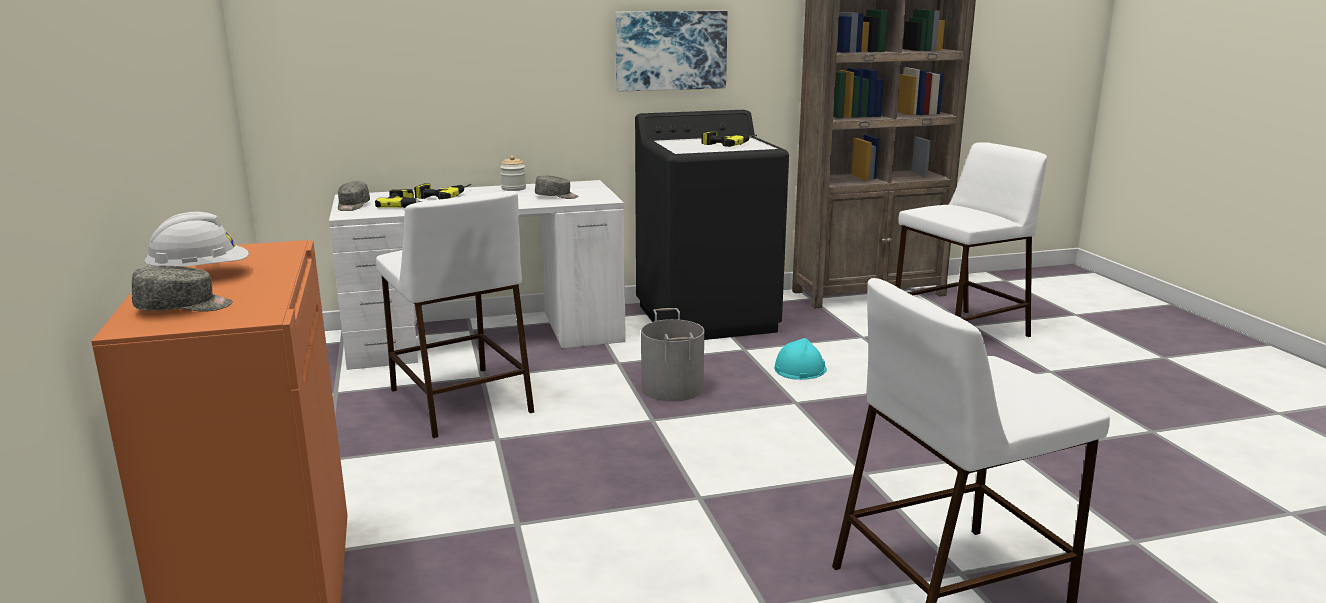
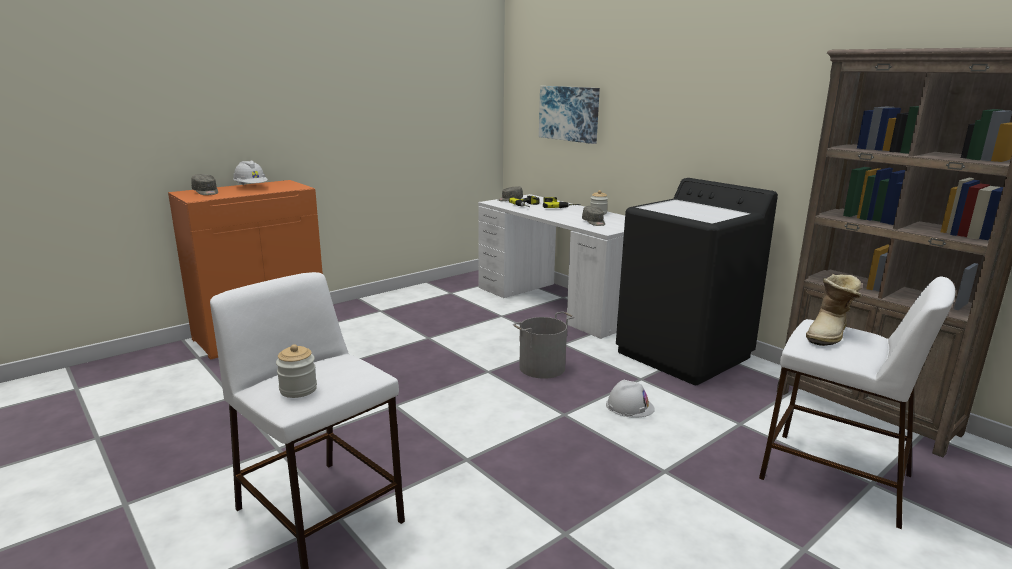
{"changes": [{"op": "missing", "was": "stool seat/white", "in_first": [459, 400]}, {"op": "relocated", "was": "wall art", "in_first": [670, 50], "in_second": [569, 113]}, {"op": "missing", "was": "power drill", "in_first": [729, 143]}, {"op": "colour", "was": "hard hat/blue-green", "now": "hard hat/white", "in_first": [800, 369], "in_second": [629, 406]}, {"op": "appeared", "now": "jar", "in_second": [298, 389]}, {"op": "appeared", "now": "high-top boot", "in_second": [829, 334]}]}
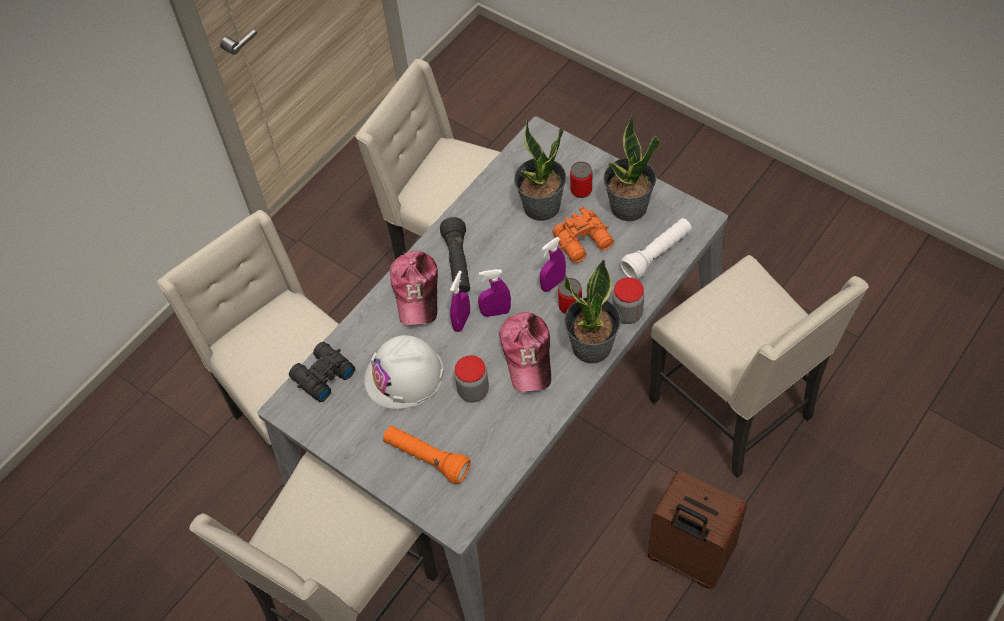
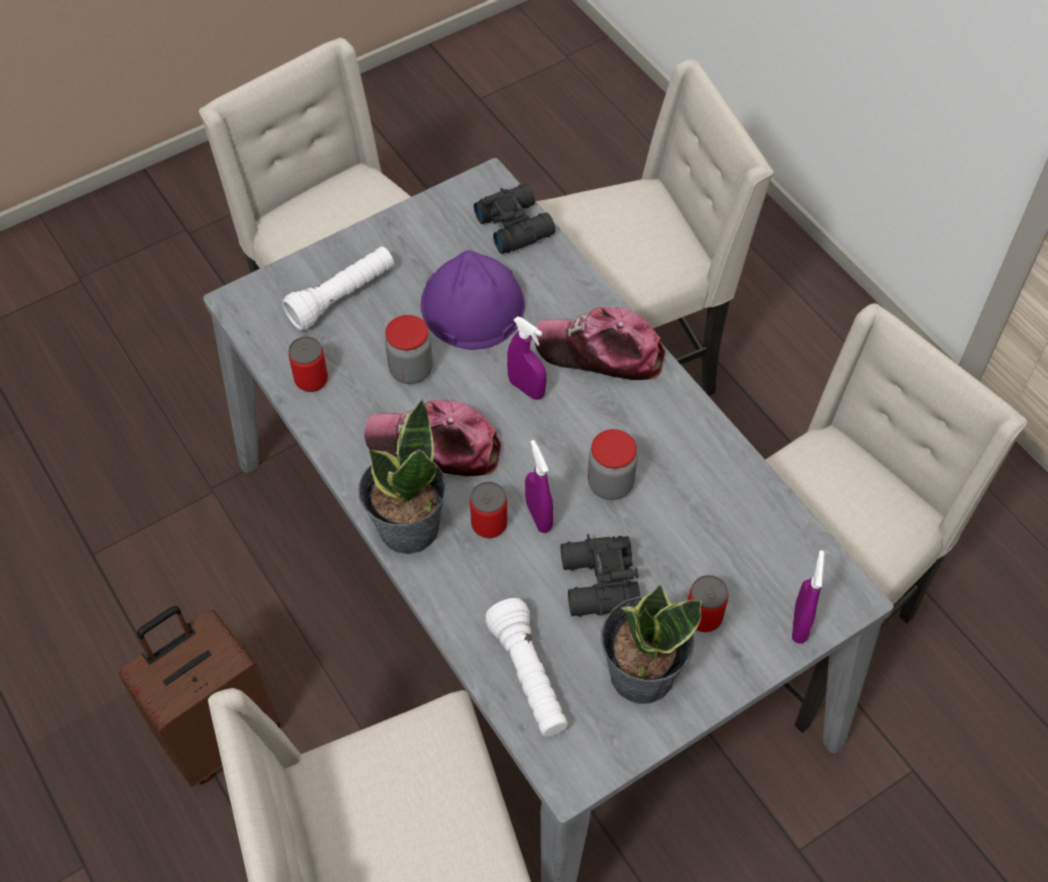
{"changes": [{"op": "colour", "was": "hard hat/white", "now": "hard hat/purple-coloured", "in_first": [405, 376], "in_second": [472, 305]}, {"op": "colour", "was": "flashlight/orangey", "now": "flashlight/white", "in_first": [426, 458], "in_second": [342, 297]}, {"op": "missing", "was": "flashlight/black-coloured", "in_first": [458, 263]}, {"op": "relocated", "was": "spray bottle/purple-coloured", "in_first": [495, 312], "in_second": [800, 624]}, {"op": "missing", "was": "potted plant", "in_first": [541, 207]}, {"op": "colour", "was": "field glasses/orangey", "now": "field glasses/black-coloured", "in_first": [584, 242], "in_second": [597, 584]}, {"op": "relocated", "was": "jar", "in_first": [627, 313], "in_second": [610, 484]}, {"op": "appeared", "now": "metal can", "in_second": [311, 380]}]}
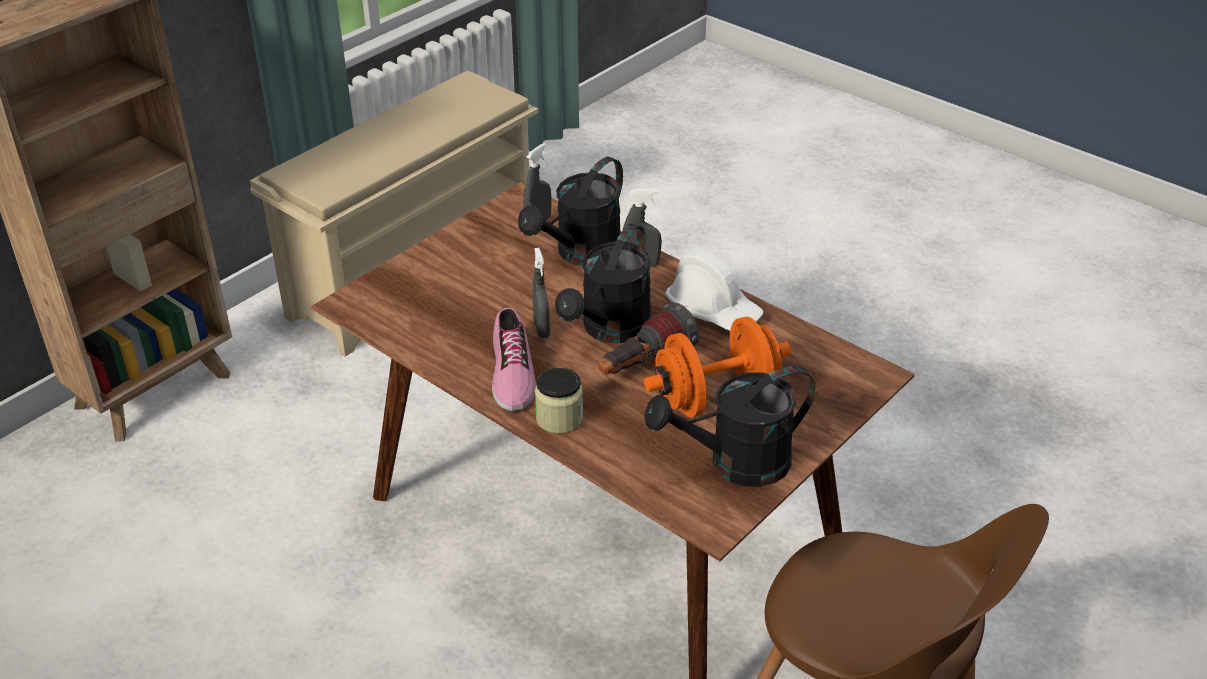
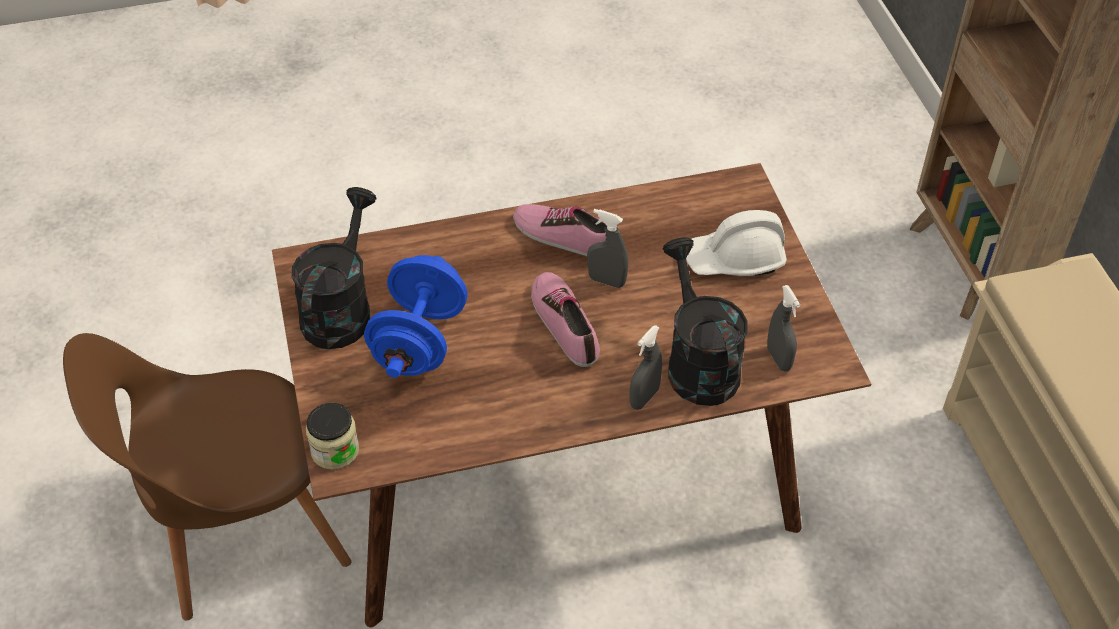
{"changes": [{"op": "relocated", "was": "jar", "in_first": [559, 418], "in_second": [335, 450]}, {"op": "exchanged", "was": "sprinkling can/black-coloured", "now": "shoe", "in_first": [610, 330], "in_second": [565, 323]}, {"op": "missing", "was": "flashlight", "in_first": [644, 365]}, {"op": "colour", "was": "free weight/orangey", "now": "free weight/blue-coloured", "in_first": [716, 398], "in_second": [419, 341]}, {"op": "relocated", "was": "hard hat/white", "in_first": [713, 310], "in_second": [735, 259]}]}
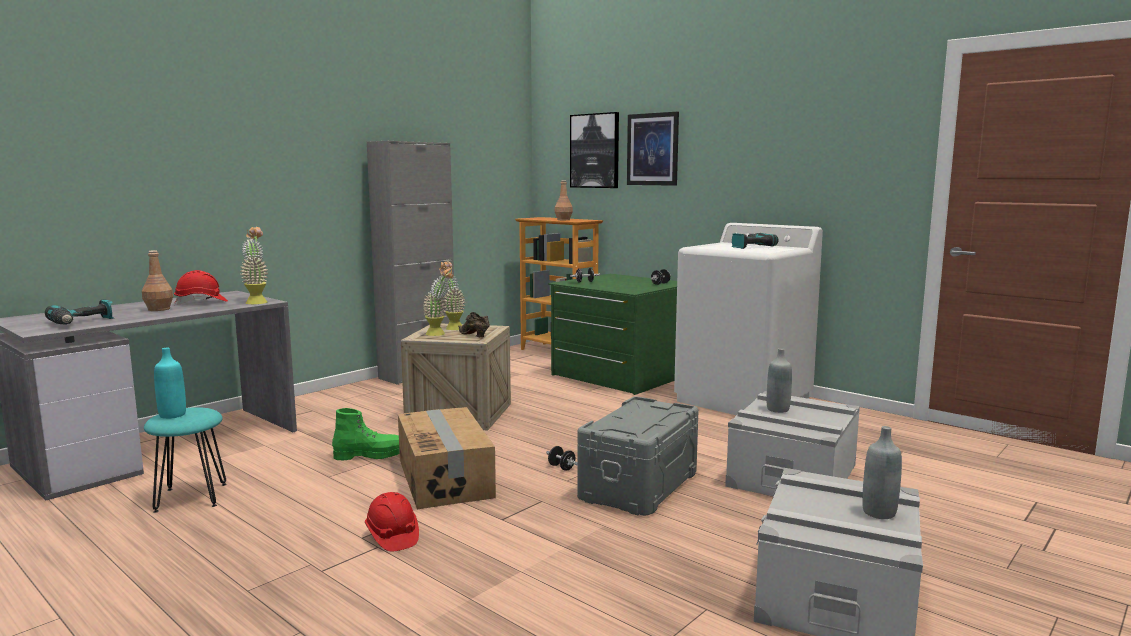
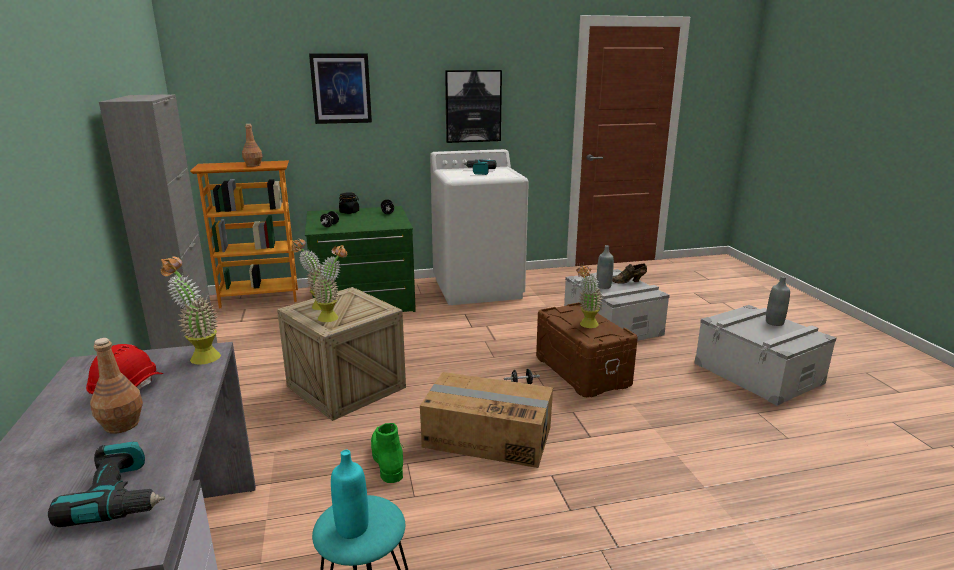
{"changes": [{"op": "spun", "was": "high-top boot/green", "in_first": [369, 455], "in_second": [387, 460], "clockwise": -45}, {"op": "missing", "was": "hard hat/red-coloured", "in_first": [392, 536]}, {"op": "relocated", "was": "shoe/brownish", "in_first": [474, 335], "in_second": [629, 281]}, {"op": "relocated", "was": "wall art", "in_first": [595, 151], "in_second": [473, 106]}, {"op": "colour", "was": "storage box/gray", "now": "storage box/brownish", "in_first": [640, 486], "in_second": [583, 370]}, {"op": "appeared", "now": "jar/black-coloured", "in_second": [349, 212]}, {"op": "appeared", "now": "potted plant", "in_second": [586, 326]}]}
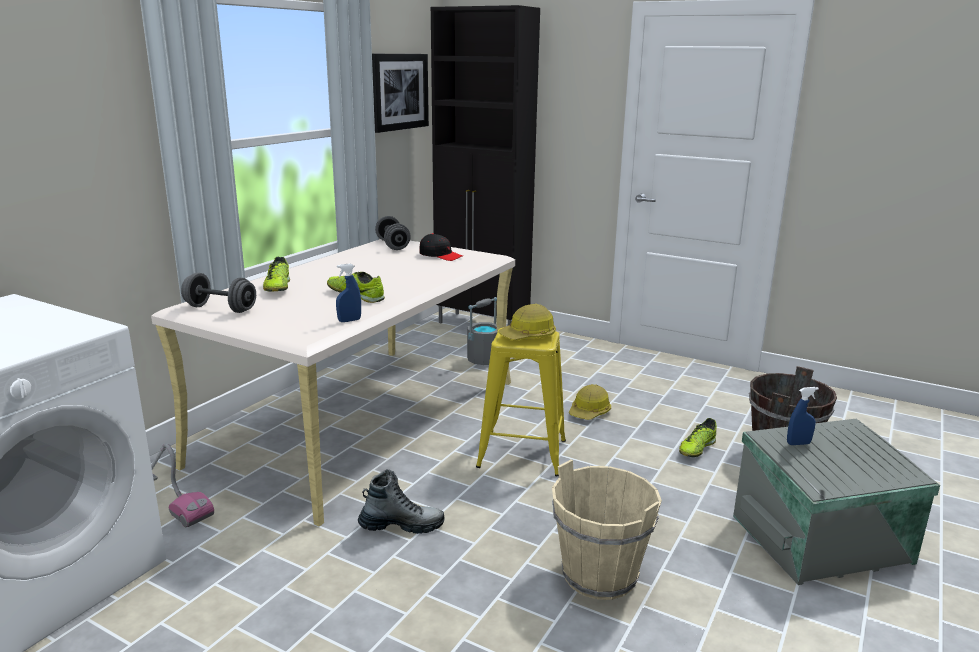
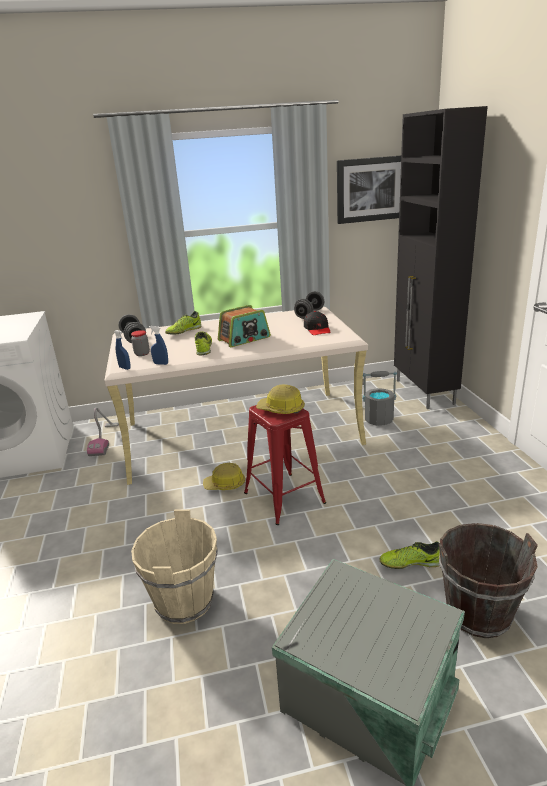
{"changes": [{"op": "missing", "was": "high-top boot", "in_first": [401, 525]}, {"op": "colour", "was": "stool seat/yellowish", "now": "stool seat/red-coloured", "in_first": [522, 453], "in_second": [284, 498]}, {"op": "relocated", "was": "hard hat", "in_first": [589, 412], "in_second": [225, 485]}, {"op": "relocated", "was": "spray bottle/blue-coloured", "in_first": [798, 443], "in_second": [125, 368]}, {"op": "appeared", "now": "jar", "in_second": [142, 354]}, {"op": "appeared", "now": "radio", "in_second": [244, 339]}]}
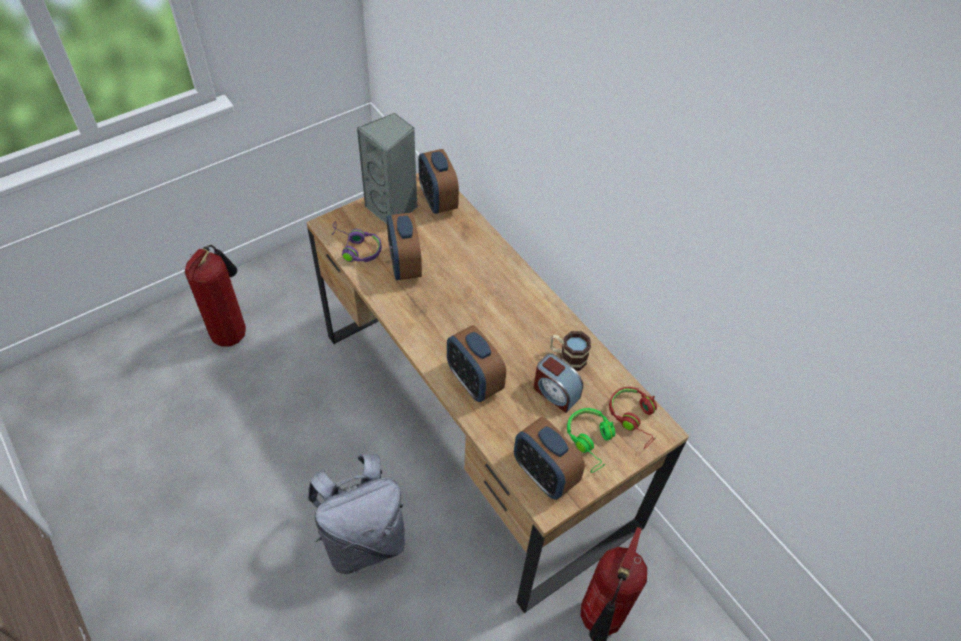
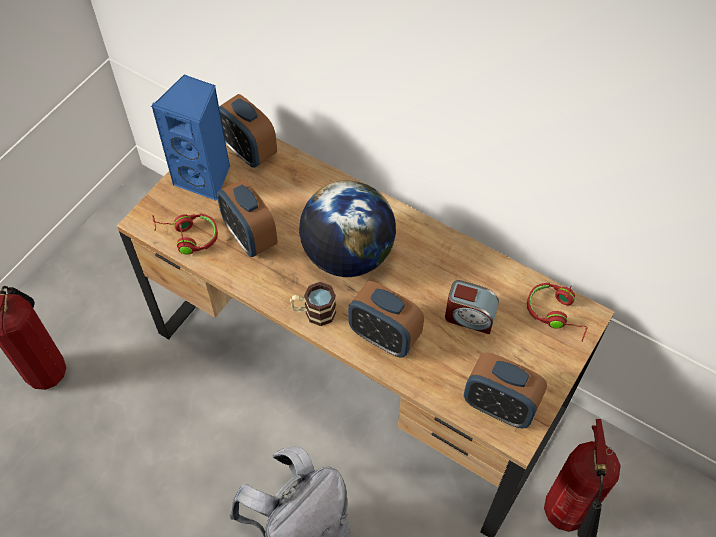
{"changes": [{"op": "colour", "was": "headset/purple-coloured", "now": "headset/red-coloured", "in_first": [356, 248], "in_second": [187, 236]}, {"op": "colour", "was": "audio speaker/gray", "now": "audio speaker/blue-coloured", "in_first": [393, 209], "in_second": [205, 177]}, {"op": "relocated", "was": "tea mug", "in_first": [567, 357], "in_second": [314, 312]}, {"op": "missing", "was": "headset/green", "in_first": [591, 441]}, {"op": "appeared", "now": "world globe", "in_second": [347, 255]}]}
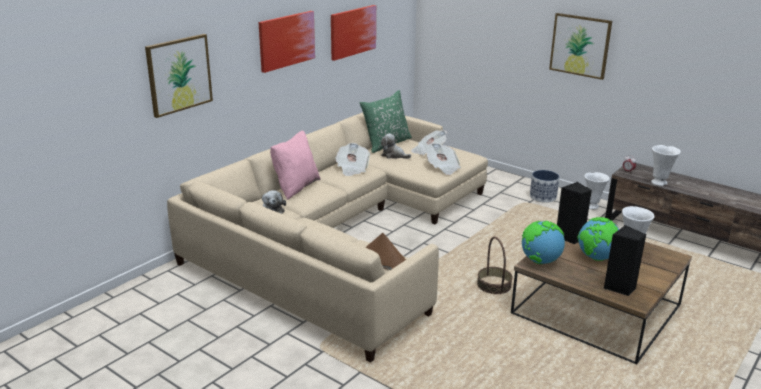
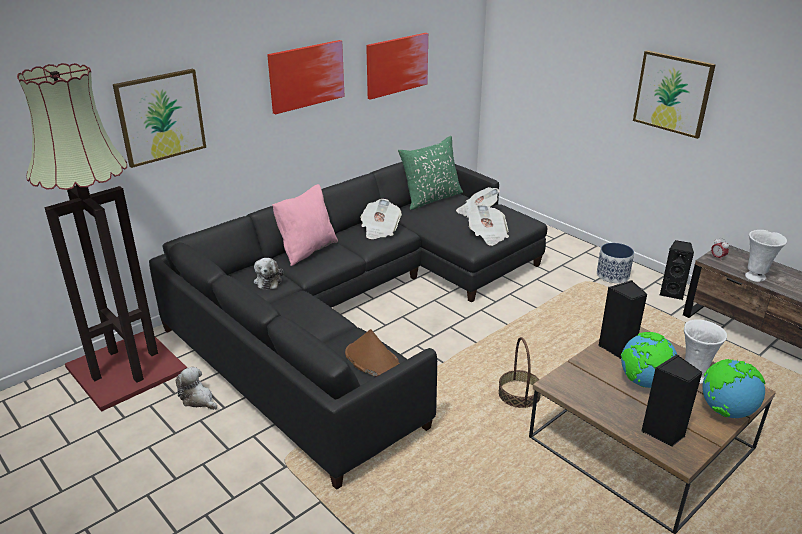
{"changes": [{"op": "colour", "was": "couch/sand-coloured", "now": "couch/black-coloured", "in_first": [343, 235], "in_second": [359, 308]}, {"op": "relocated", "was": "soft toy", "in_first": [394, 155], "in_second": [198, 399]}, {"op": "relocated", "was": "world globe", "in_first": [540, 261], "in_second": [725, 411]}, {"op": "exchanged", "was": "decorative vase/white", "now": "audio speaker/black-coloured", "in_first": [592, 206], "in_second": [672, 293]}, {"op": "appeared", "now": "standing lamp", "in_second": [127, 368]}]}
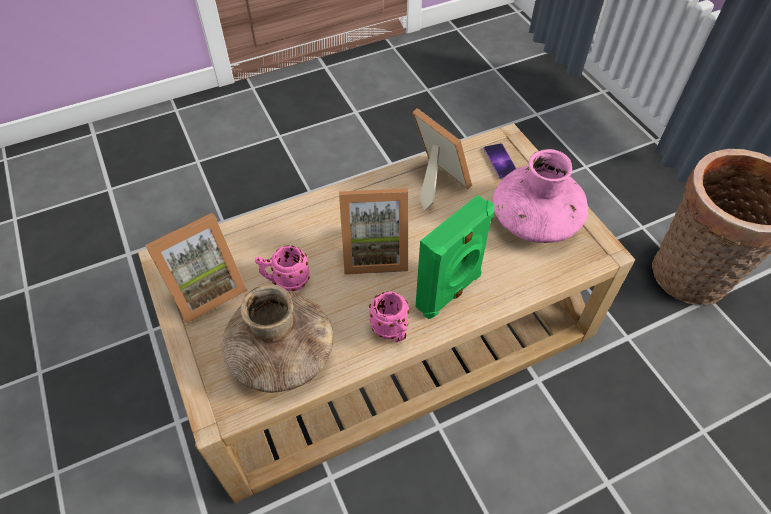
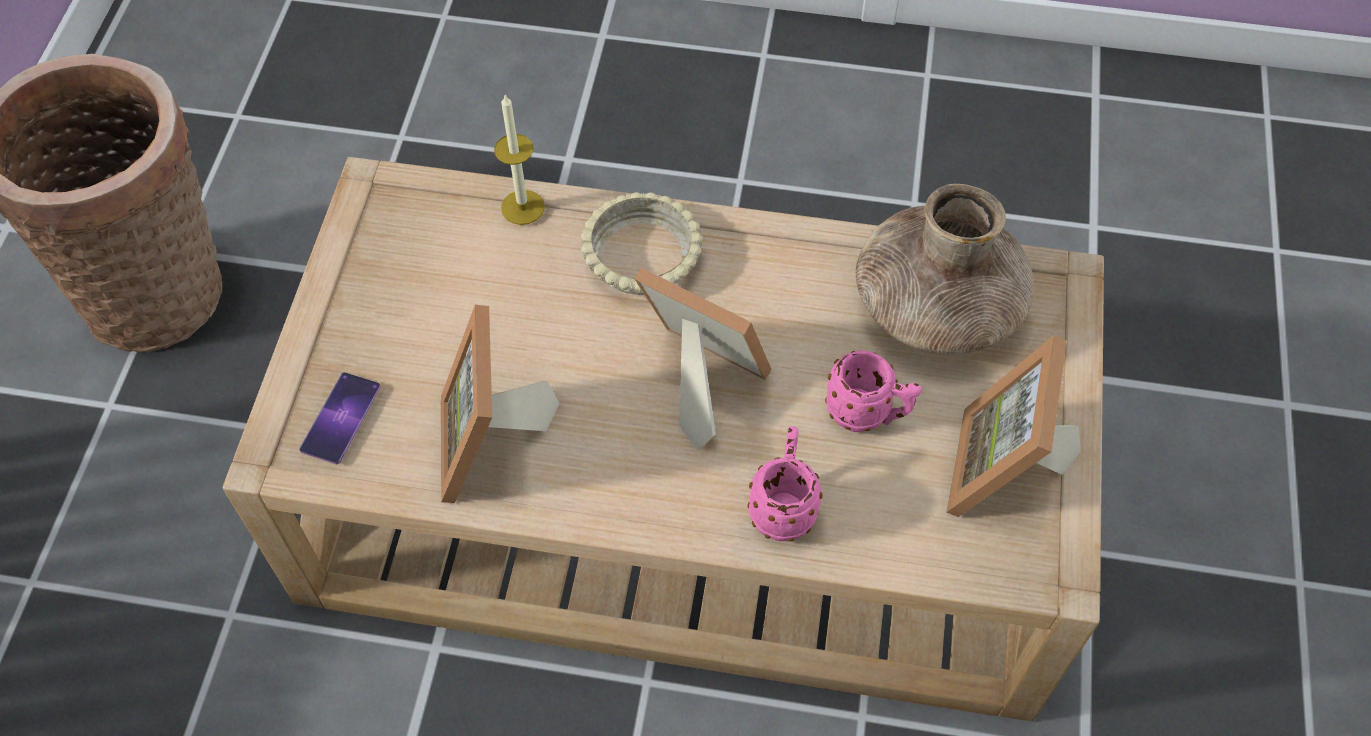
{"changes": [{"op": "spun", "was": "picture frame", "in_first": [205, 289], "in_second": [1005, 472], "clockwise": -75}, {"op": "relocated", "was": "tea mug/pink", "in_first": [392, 332], "in_second": [783, 506]}, {"op": "exchanged", "was": "audio speaker/green", "now": "deep dish/sand-coloured", "in_first": [450, 292], "in_second": [641, 256]}, {"op": "missing", "was": "decorative vase/pink", "in_first": [535, 221]}, {"op": "appeared", "now": "candle", "in_second": [523, 207]}]}
